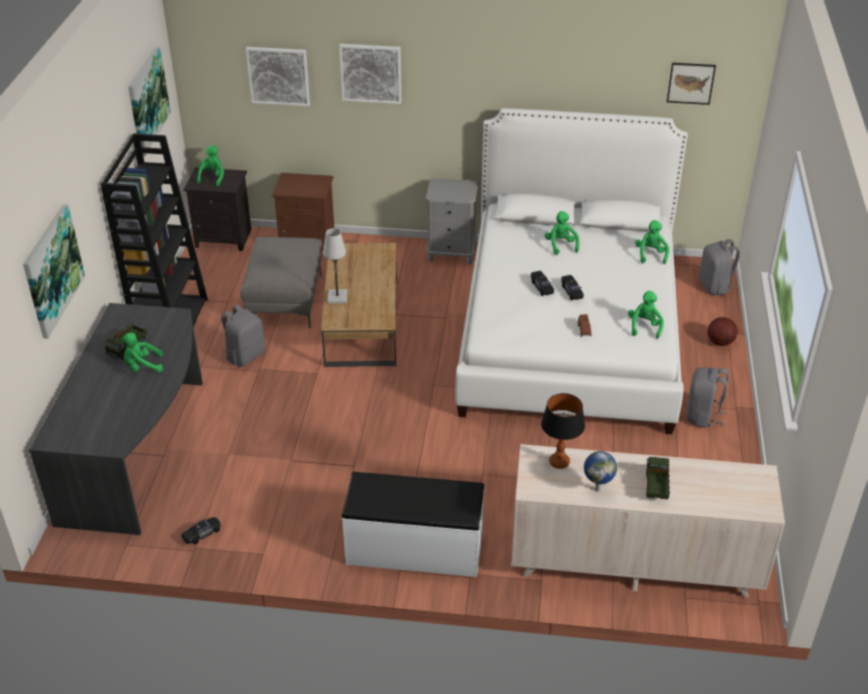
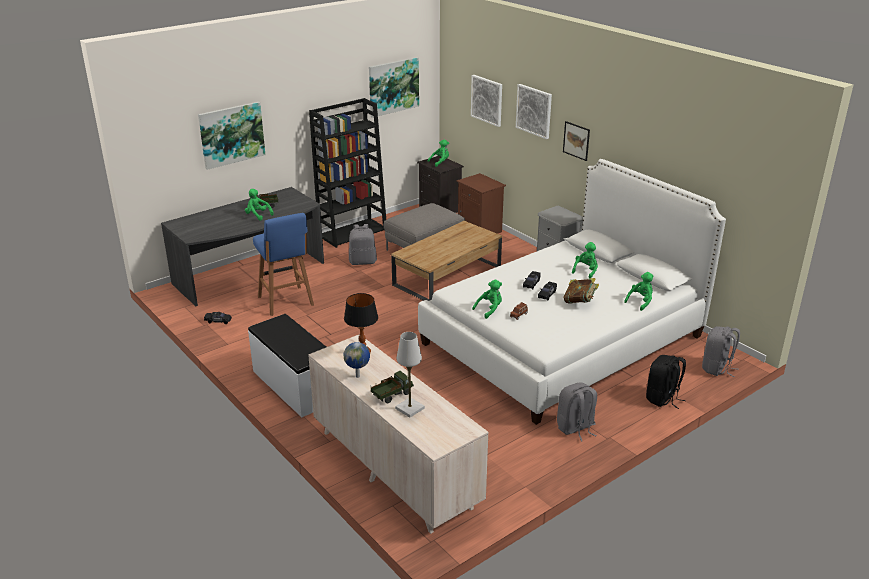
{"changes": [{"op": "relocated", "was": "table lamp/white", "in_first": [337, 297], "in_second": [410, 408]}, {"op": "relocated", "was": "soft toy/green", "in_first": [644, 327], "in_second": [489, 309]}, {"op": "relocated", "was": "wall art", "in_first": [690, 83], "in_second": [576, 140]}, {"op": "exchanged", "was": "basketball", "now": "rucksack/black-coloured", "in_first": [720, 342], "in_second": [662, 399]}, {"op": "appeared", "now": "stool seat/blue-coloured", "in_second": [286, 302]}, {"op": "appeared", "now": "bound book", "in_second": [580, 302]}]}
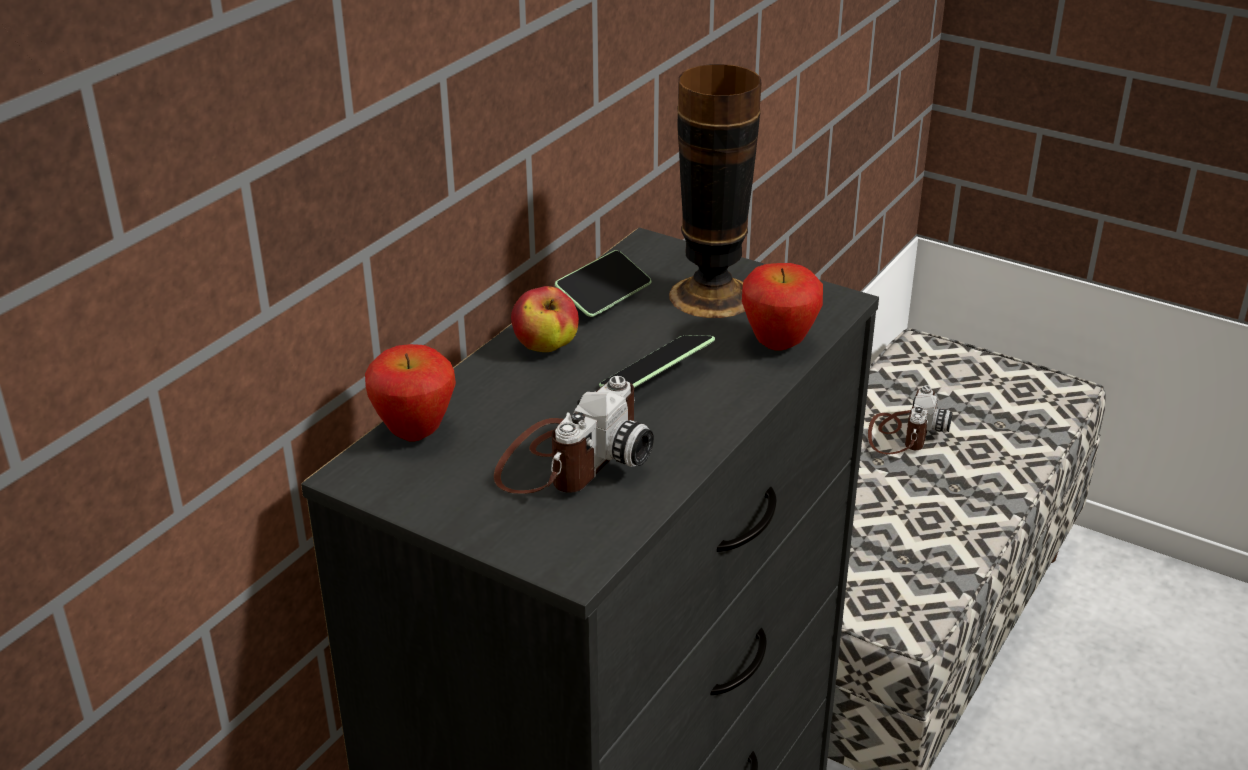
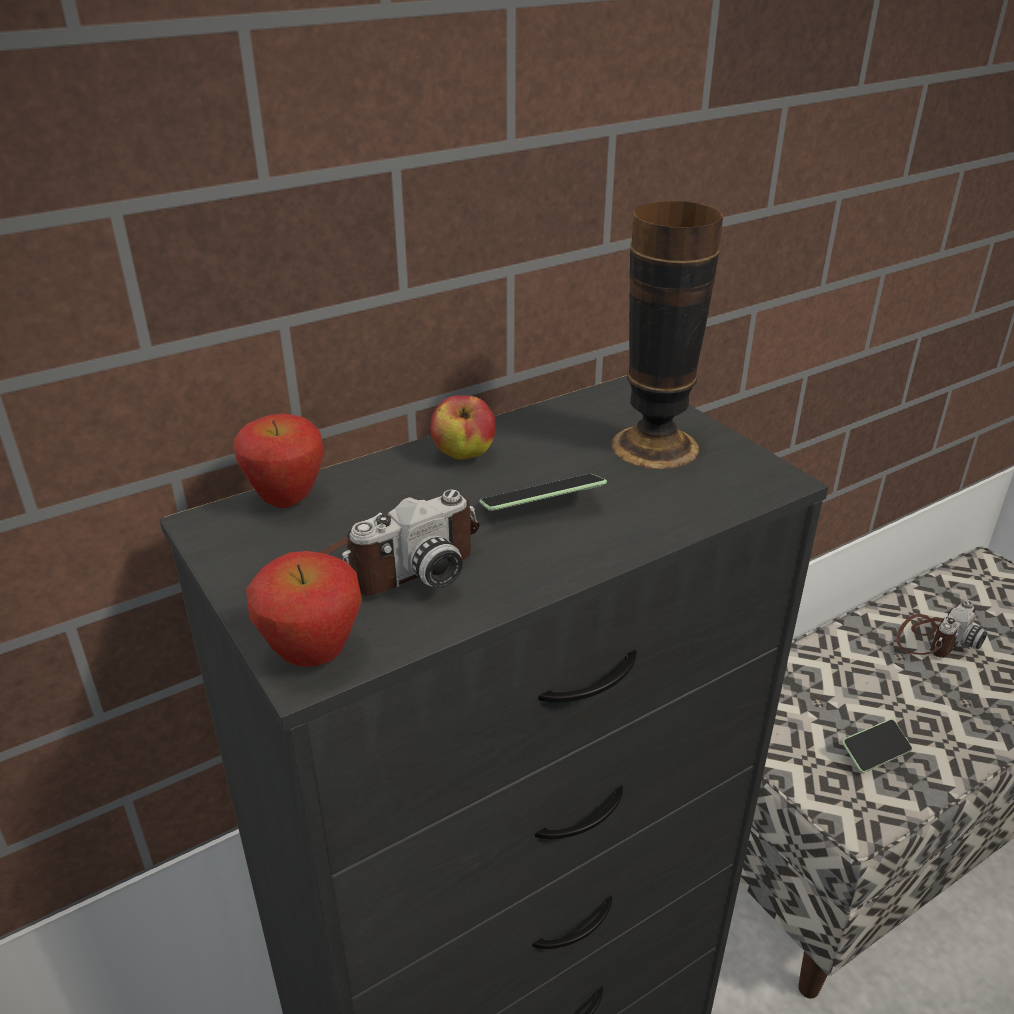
{"changes": [{"op": "relocated", "was": "phone", "in_first": [604, 297], "in_second": [875, 753]}, {"op": "relocated", "was": "apple fruit", "in_first": [778, 345], "in_second": [313, 656]}]}
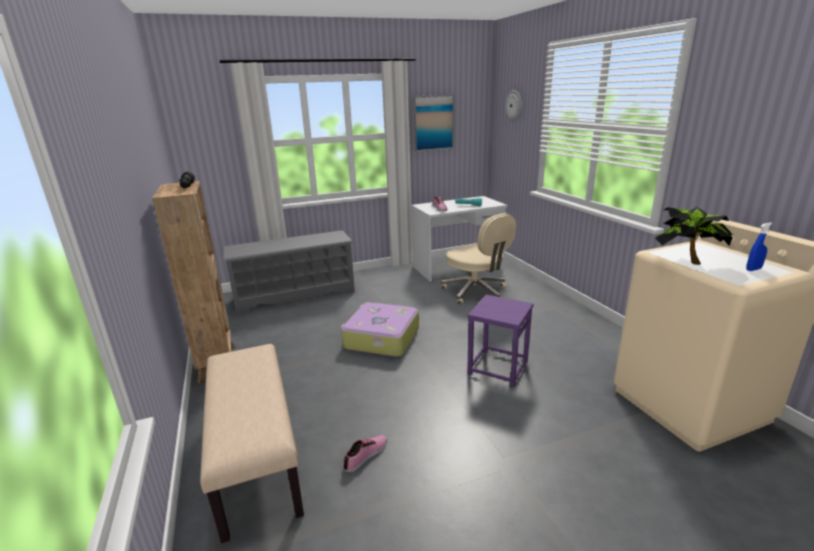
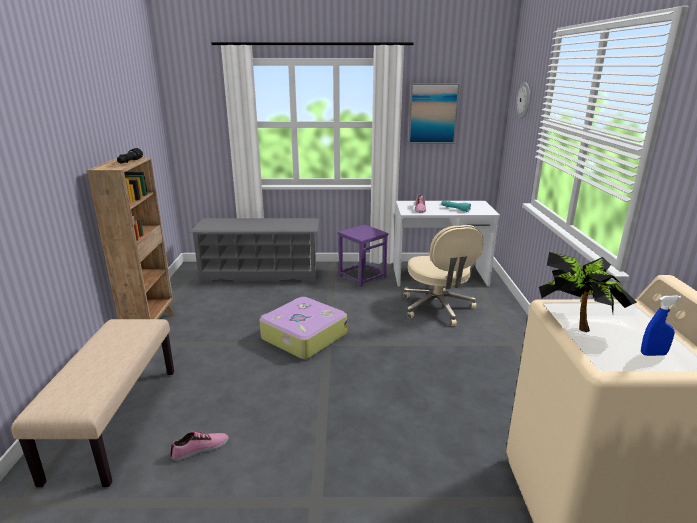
{"changes": [{"op": "relocated", "was": "stool seat/purple-coloured", "in_first": [497, 367], "in_second": [362, 276]}]}
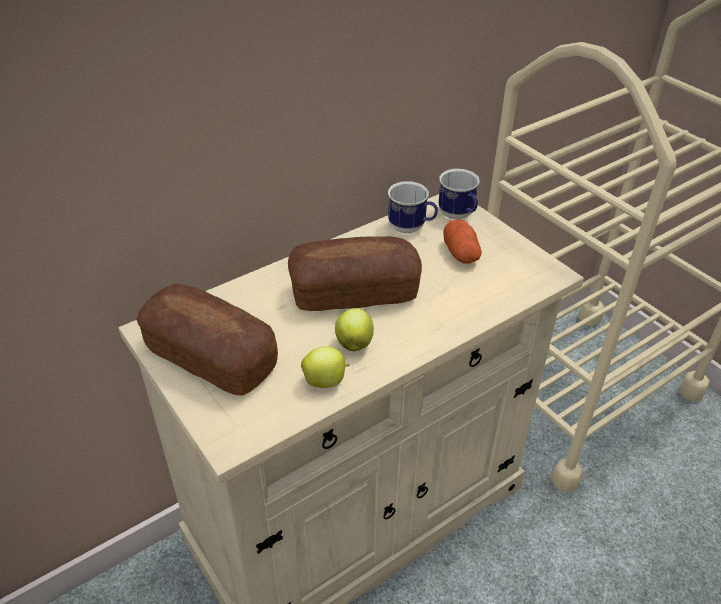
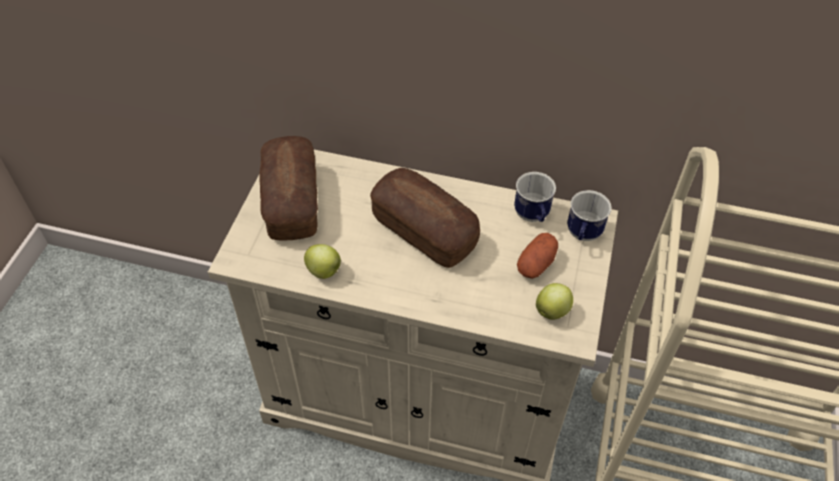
{"changes": [{"op": "relocated", "was": "apple fruit", "in_first": [354, 343], "in_second": [552, 310]}]}
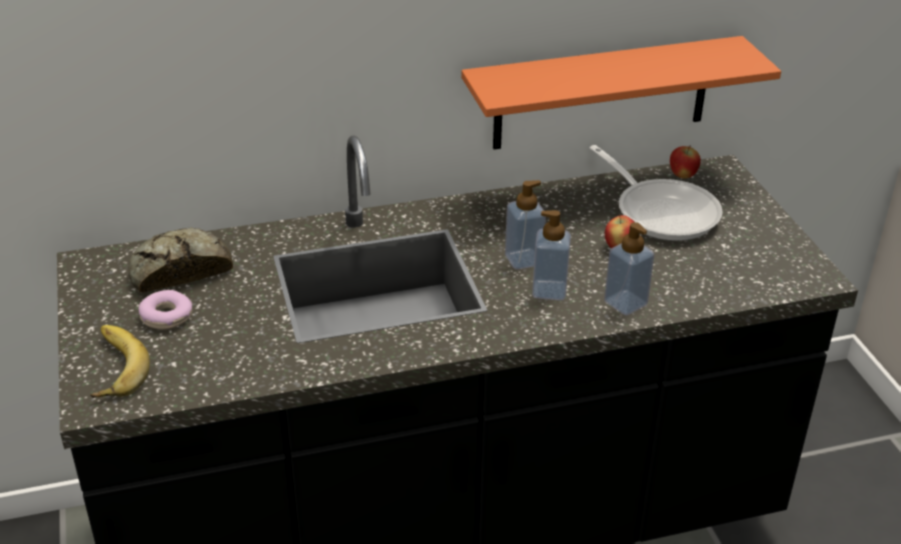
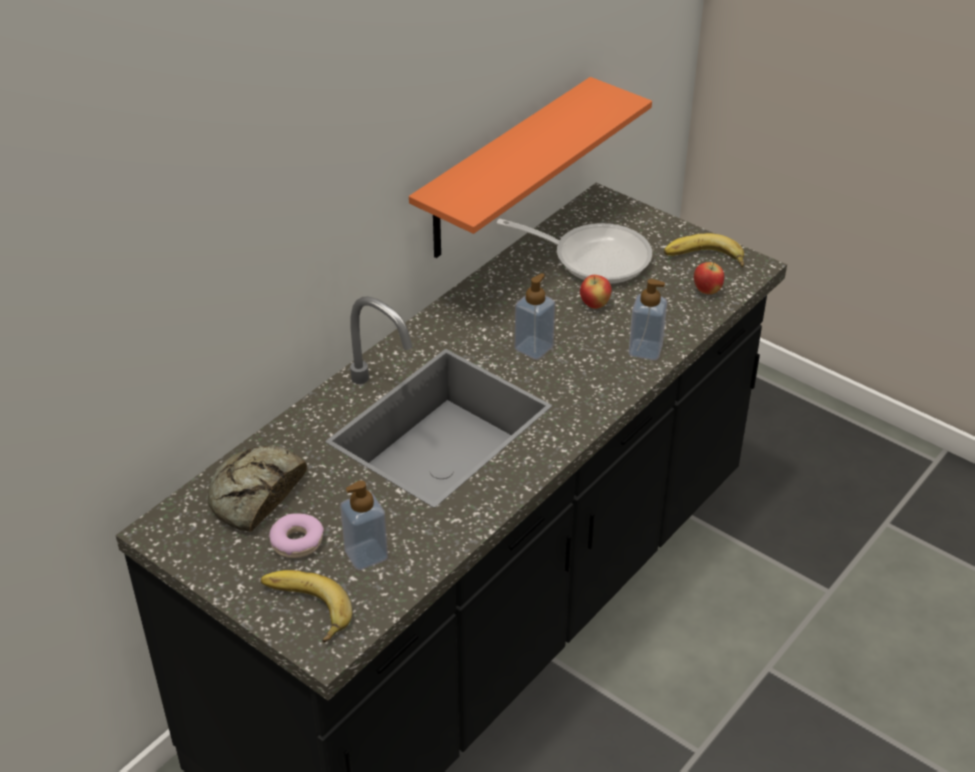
{"changes": [{"op": "relocated", "was": "soap bottle", "in_first": [549, 290], "in_second": [366, 555]}, {"op": "relocated", "was": "apple fruit", "in_first": [682, 176], "in_second": [707, 291]}, {"op": "appeared", "now": "banana fruit", "in_second": [704, 259]}]}
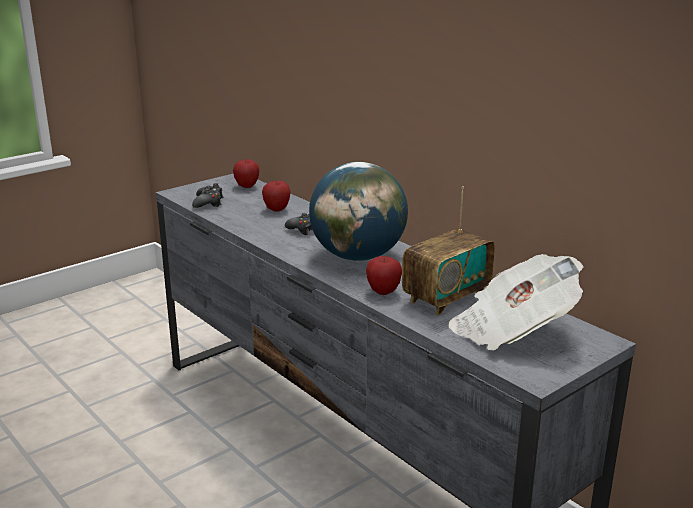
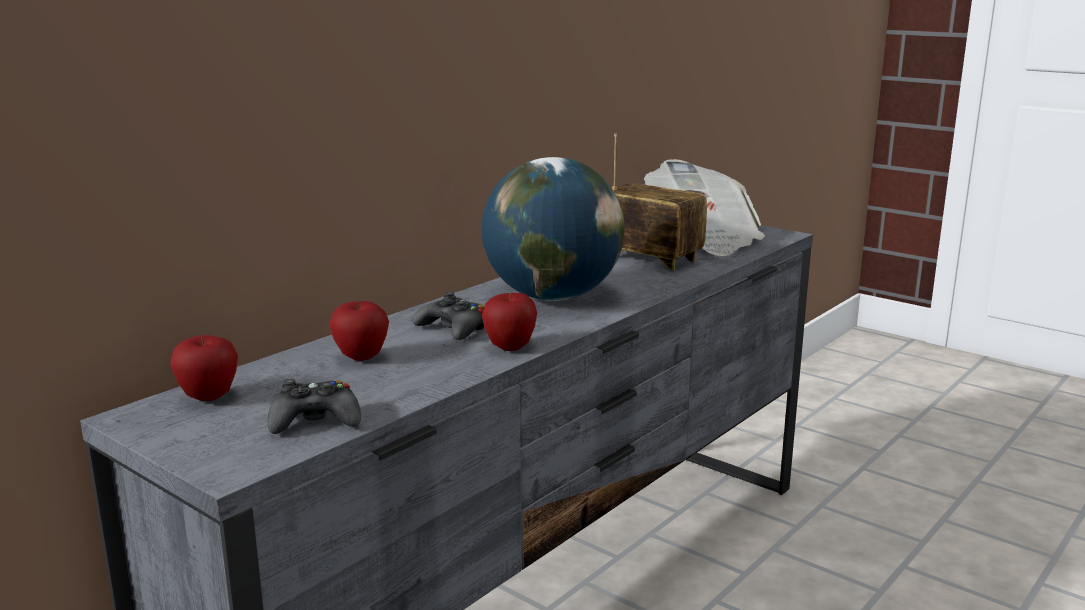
{"changes": [{"op": "relocated", "was": "apple fruit", "in_first": [383, 292], "in_second": [510, 347]}]}
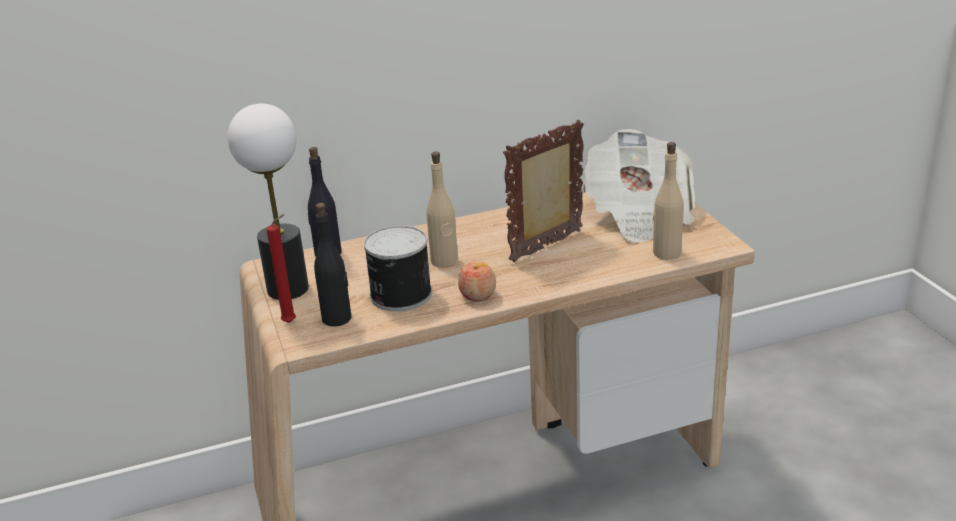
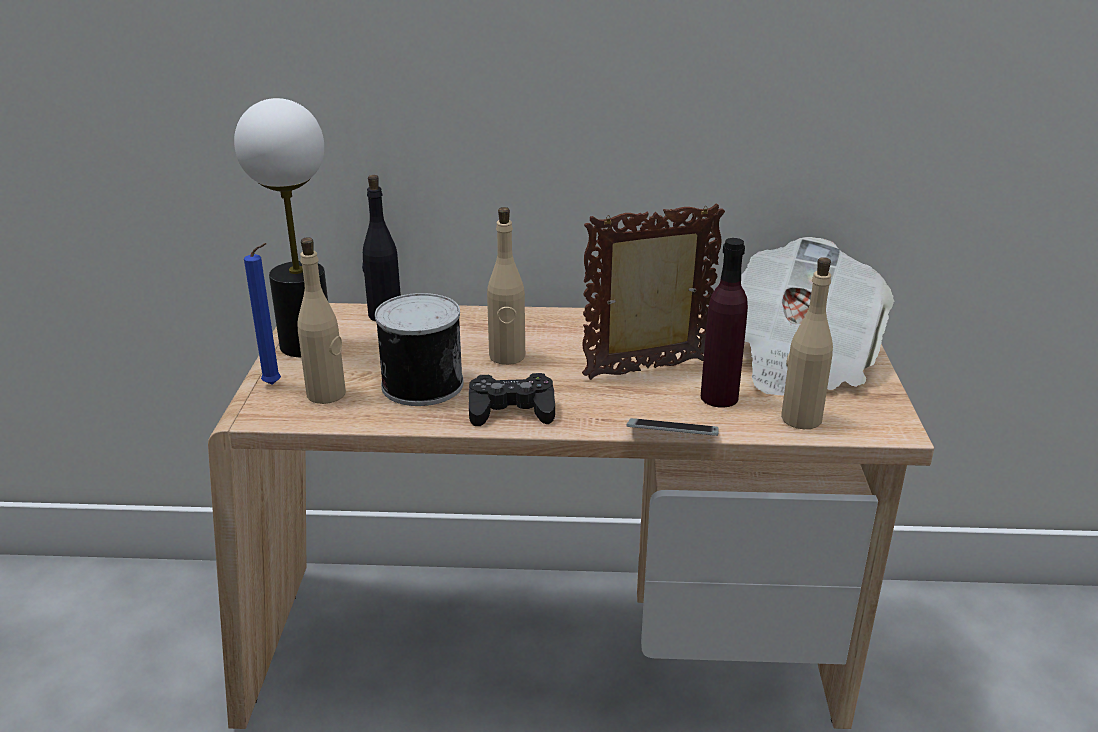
{"changes": [{"op": "colour", "was": "candle/red-coloured", "now": "candle/blue-coloured", "in_first": [291, 322], "in_second": [275, 385]}, {"op": "colour", "was": "bottle/black-coloured", "now": "bottle/sand-coloured", "in_first": [337, 318], "in_second": [326, 394]}, {"op": "exchanged", "was": "apple fruit", "now": "joypad/black-coloured", "in_first": [477, 295], "in_second": [511, 409]}, {"op": "appeared", "now": "phone", "in_second": [672, 436]}, {"op": "appeared", "now": "bottle/purple-coloured", "in_second": [719, 397]}]}
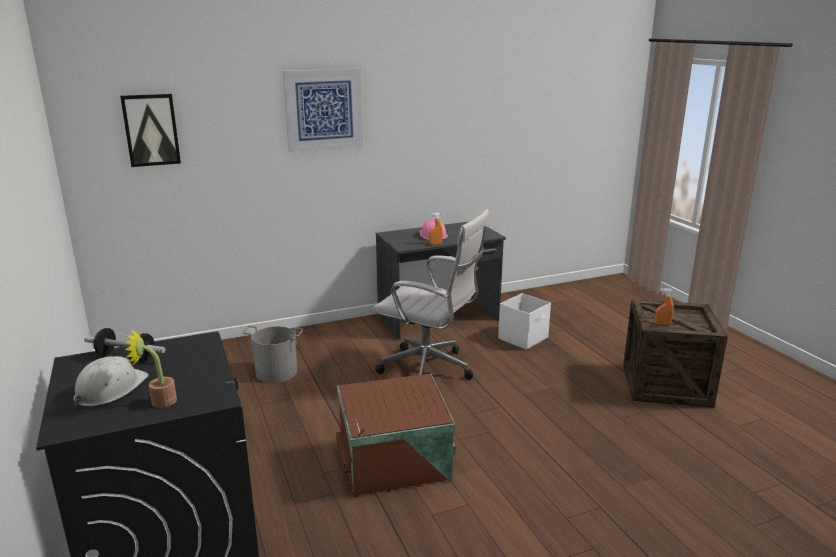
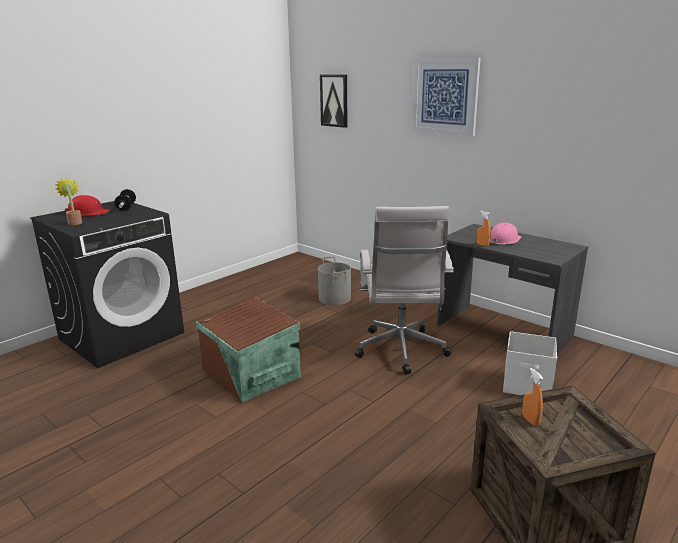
{"changes": [{"op": "colour", "was": "hard hat/white", "now": "hard hat/red-coloured", "in_first": [110, 389], "in_second": [87, 213]}]}
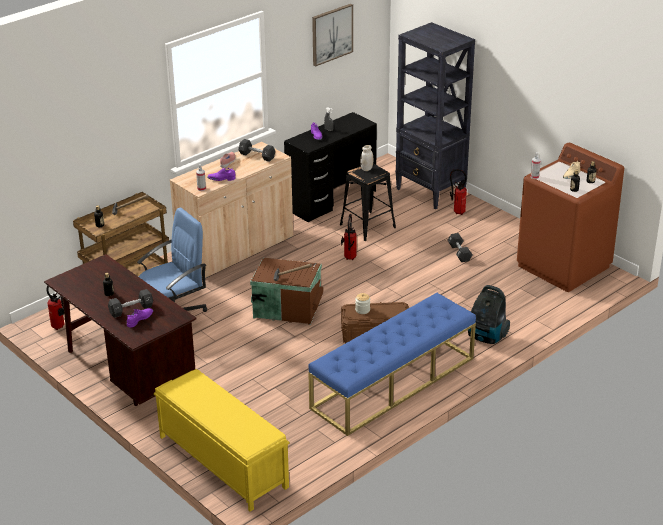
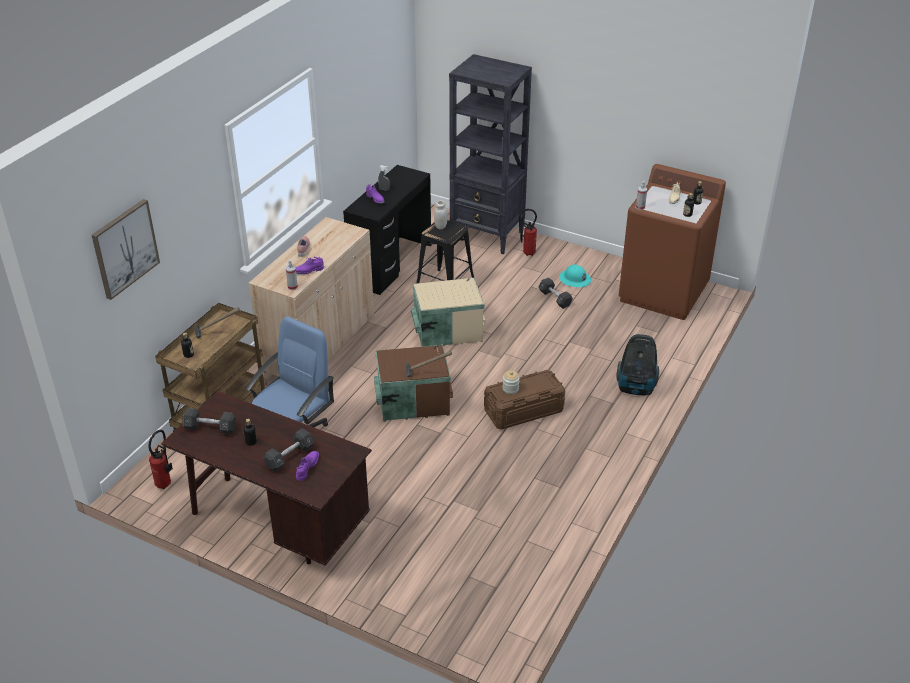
{"changes": [{"op": "missing", "was": "bench/yellowish", "in_first": [222, 461]}, {"op": "relocated", "was": "free weight/black-coloured", "in_first": [257, 156], "in_second": [210, 428]}, {"op": "missing", "was": "bench/blue-coloured", "in_first": [393, 383]}, {"op": "relocated", "was": "wall art", "in_first": [331, 34], "in_second": [125, 248]}, {"op": "exchanged", "was": "fire extinguisher", "now": "storage box/sand-coloured", "in_first": [349, 259], "in_second": [447, 329]}, {"op": "appeared", "now": "hard hat/blue-green", "in_second": [575, 279]}]}
